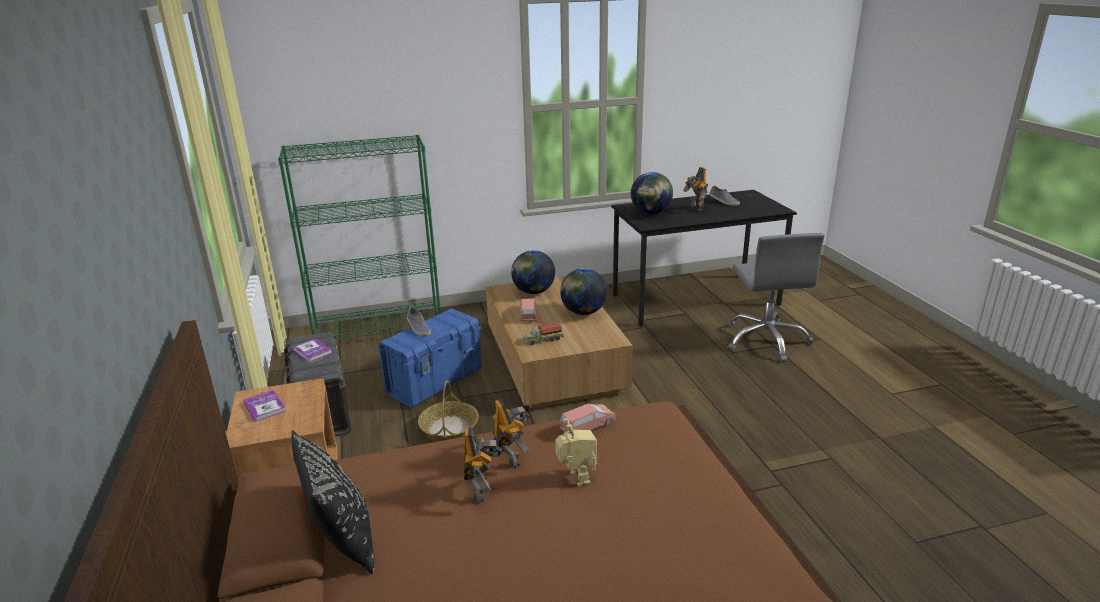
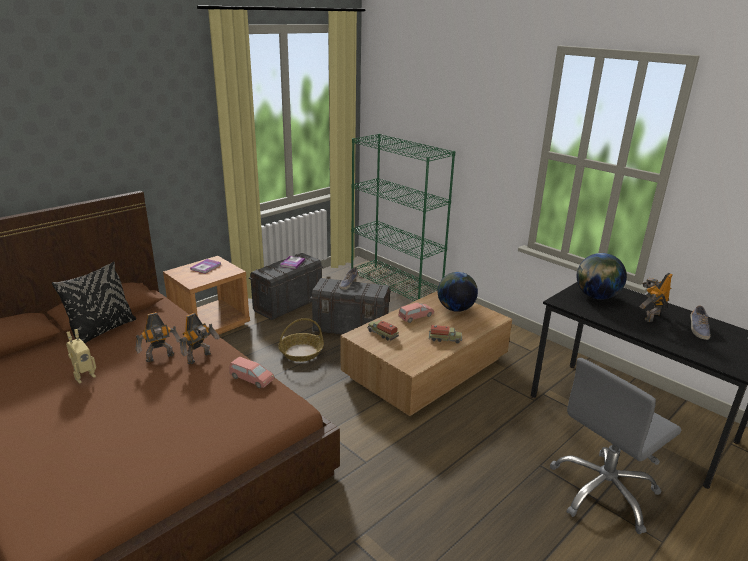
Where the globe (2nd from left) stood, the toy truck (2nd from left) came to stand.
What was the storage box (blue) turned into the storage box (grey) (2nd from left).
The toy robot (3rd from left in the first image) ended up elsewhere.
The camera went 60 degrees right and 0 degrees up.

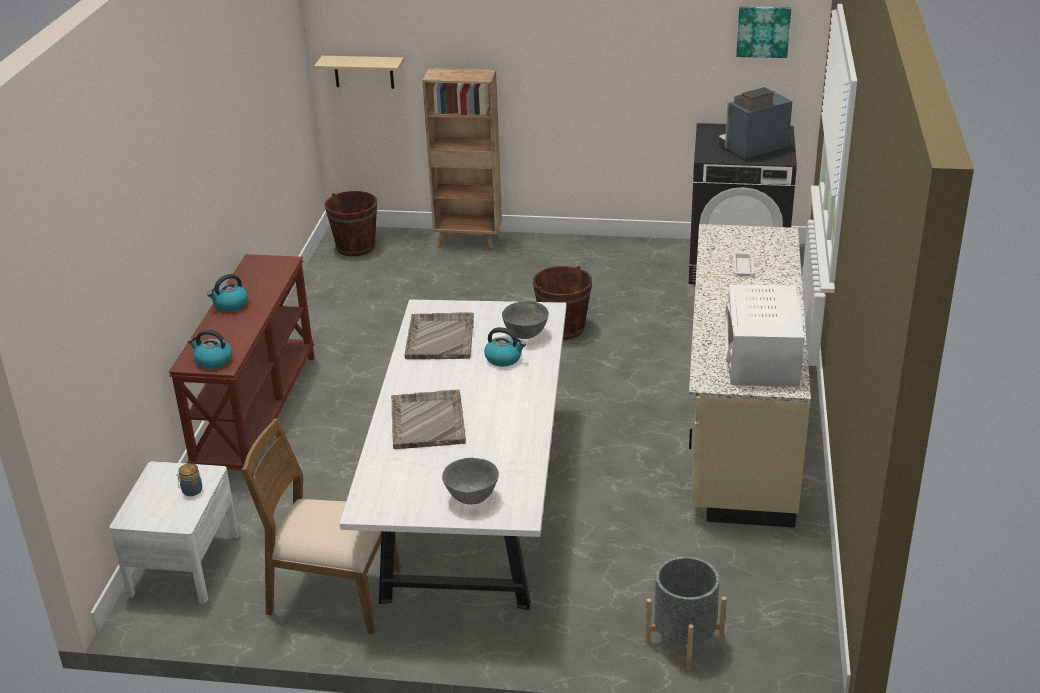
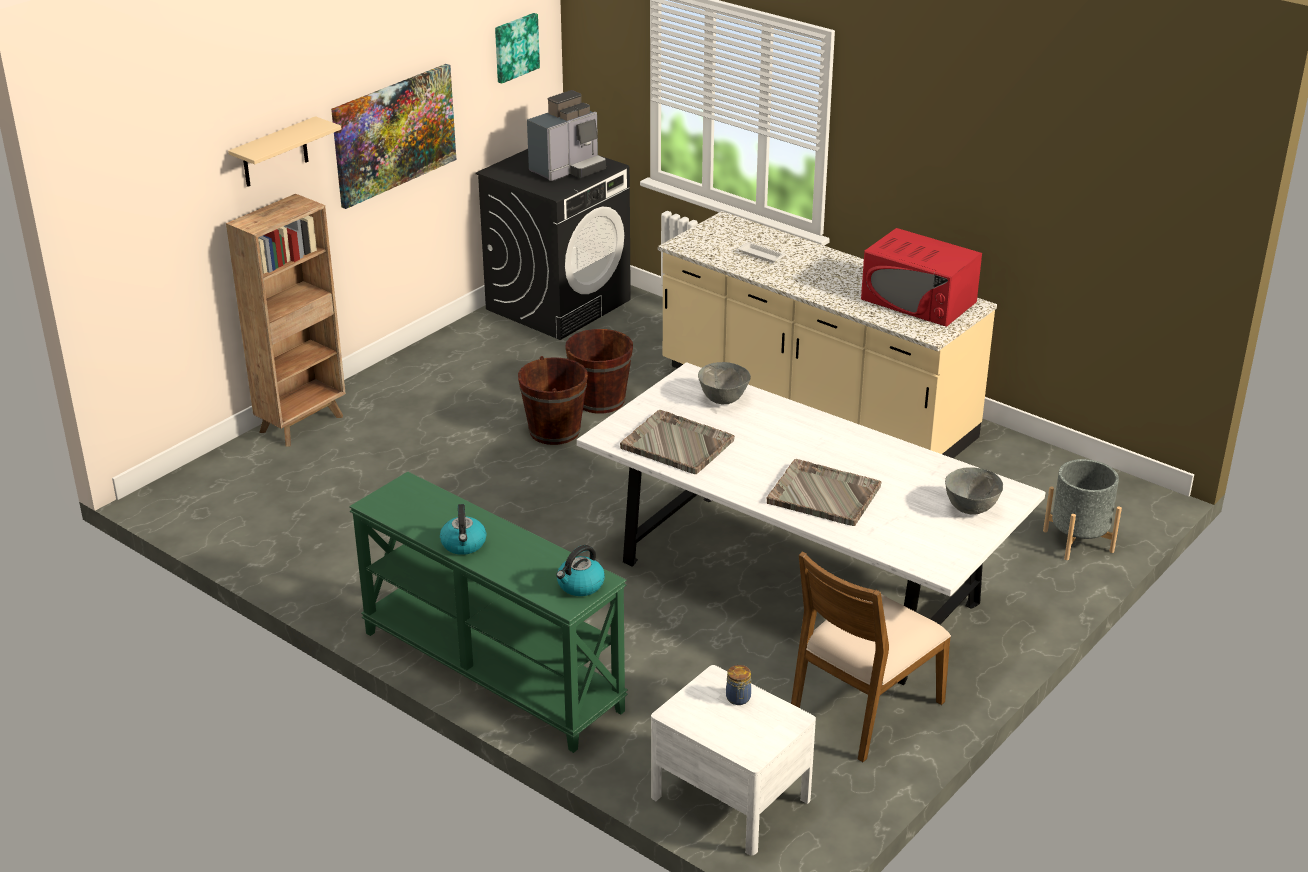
The shelf (beige) ended up elsewhere.
The coffee machine ended up facing another way, 135 degrees counterclockwise from before.
The bucket (brown) (1st from left in the first image) ended up elsewhere.
What was the console table (brown) turned into the console table (green).
What was the microwave (white) turned into the microwave (red).
The second view lost the kettle (3rd from left).
The second view gained the picture (1st from left).
The camera went 60 degrees left and 0 degrees up.

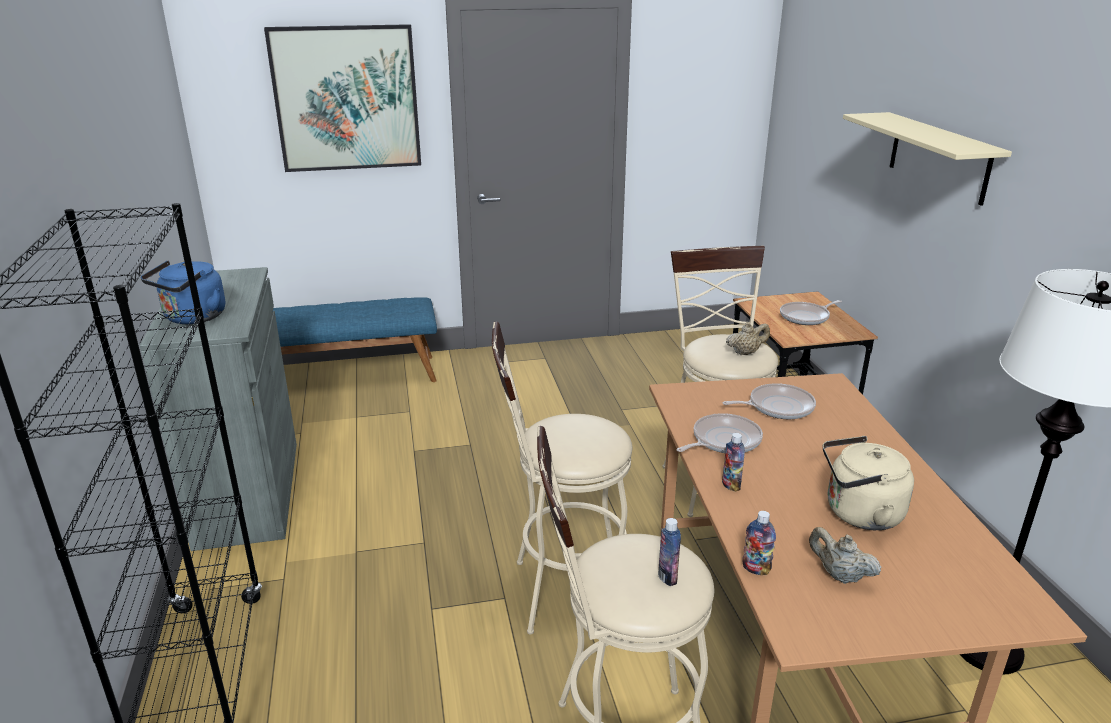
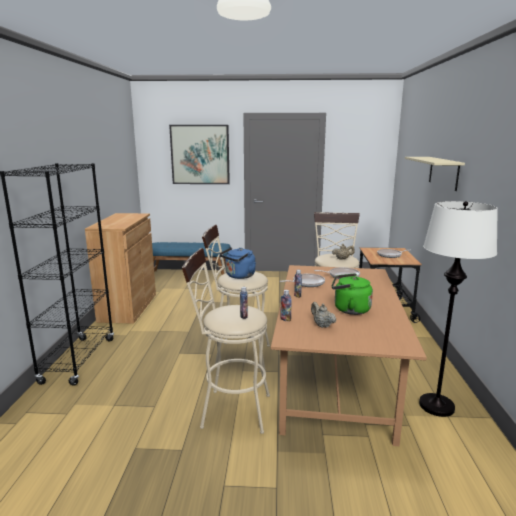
The kettle (blue) ended up elsewhere.
What was the cabinet (grey) turned into the cabinet (brown).
What was the kettle (beige) turned into the kettle (green).
The camera went 15 degrees right and 10 degrees down.

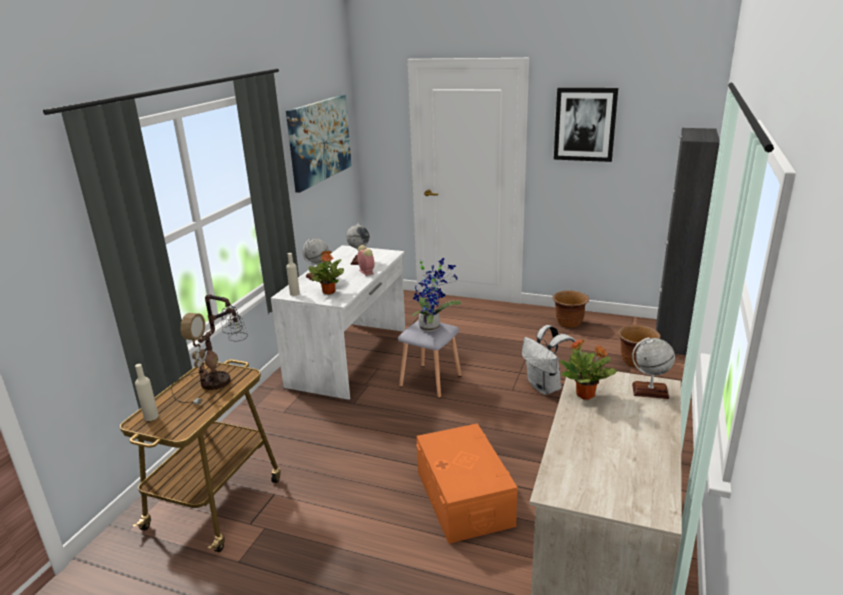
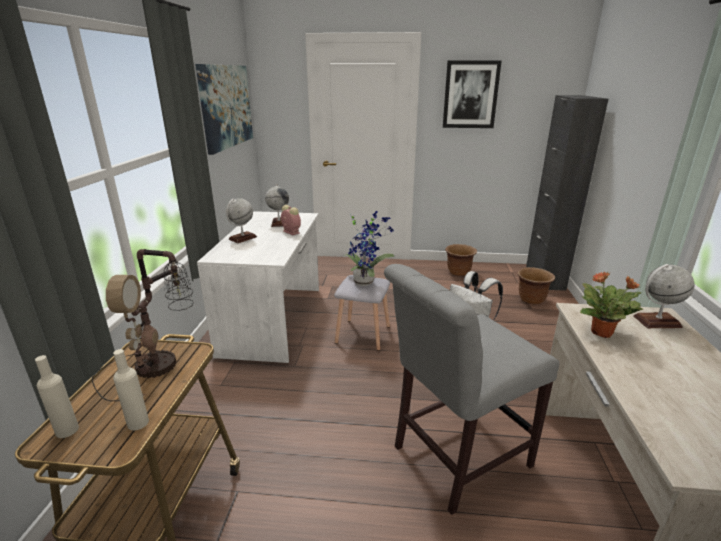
The second view lost the potted plant (1st from left).
The bottle (beige) (2nd from left) ended up elsewhere.
Where the storage box (orange) stood, the chair (grey) came to stand.
The camera went 15 degrees left and 0 degrees up.

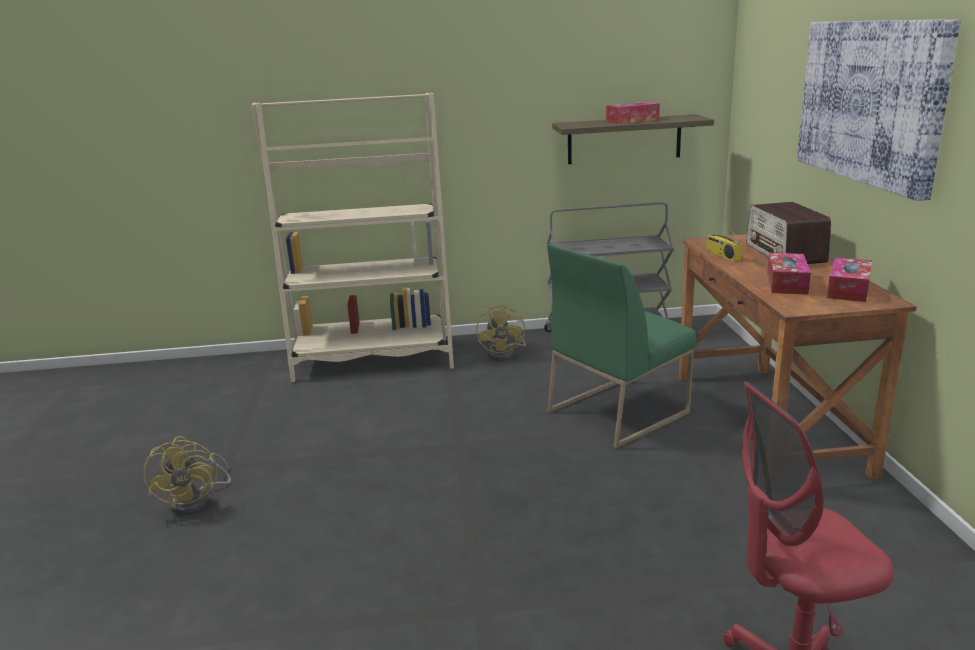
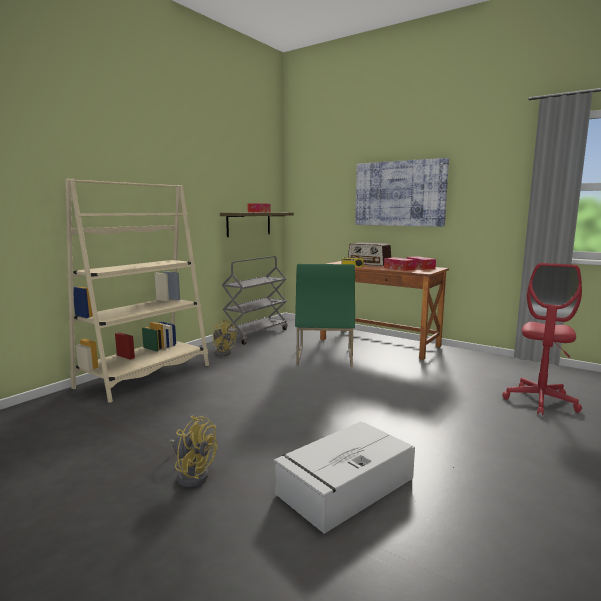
The second view gained the storage box (grey).
The camera went 50 degrees left and 10 degrees down.

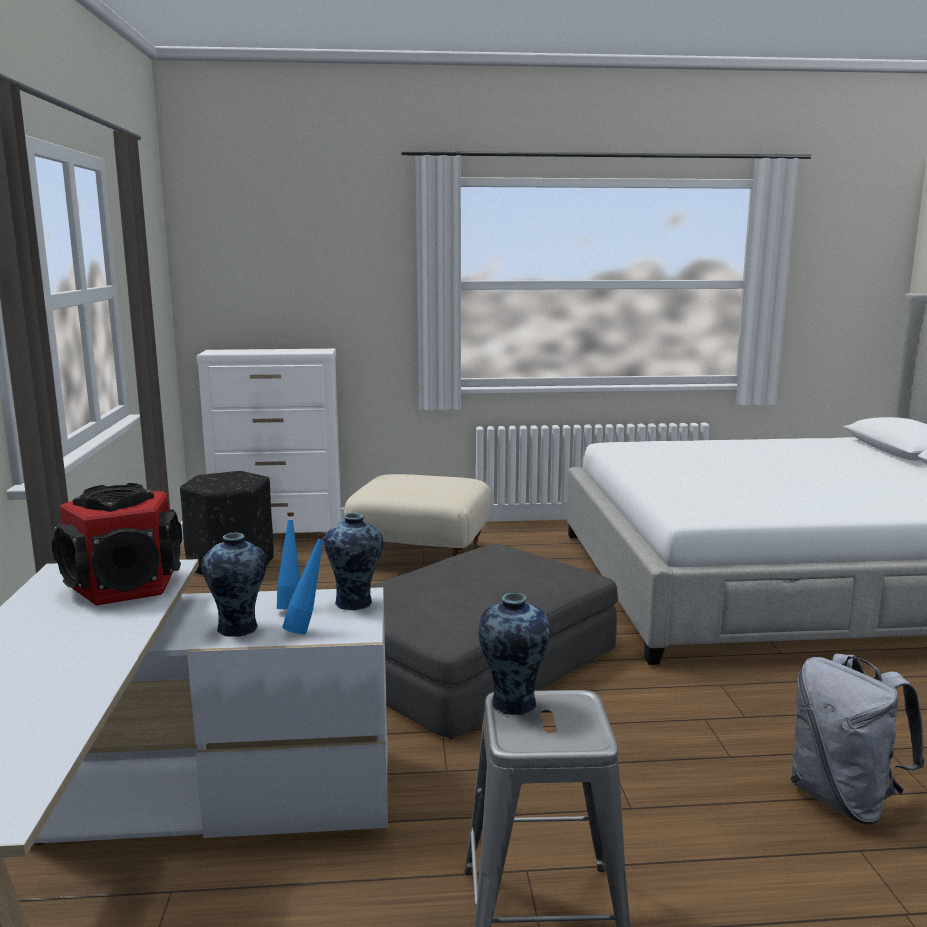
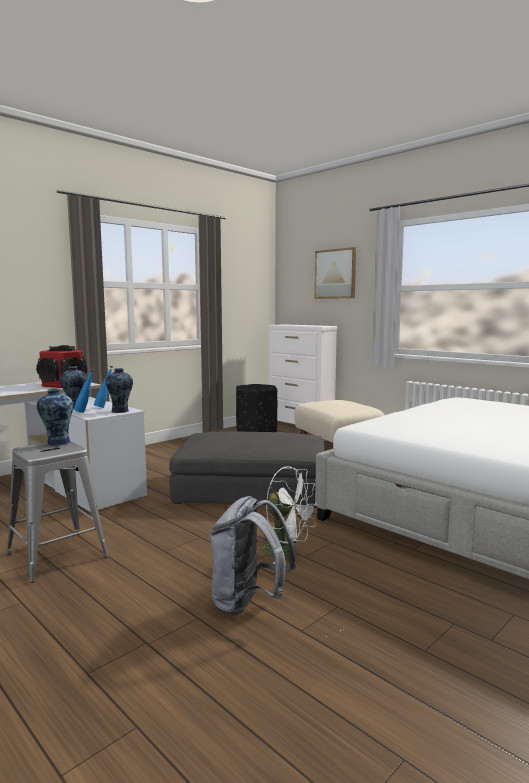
The second view gained the picture.
The second view gained the fan (white).
The camera went 50 degrees right and 5 degrees down.

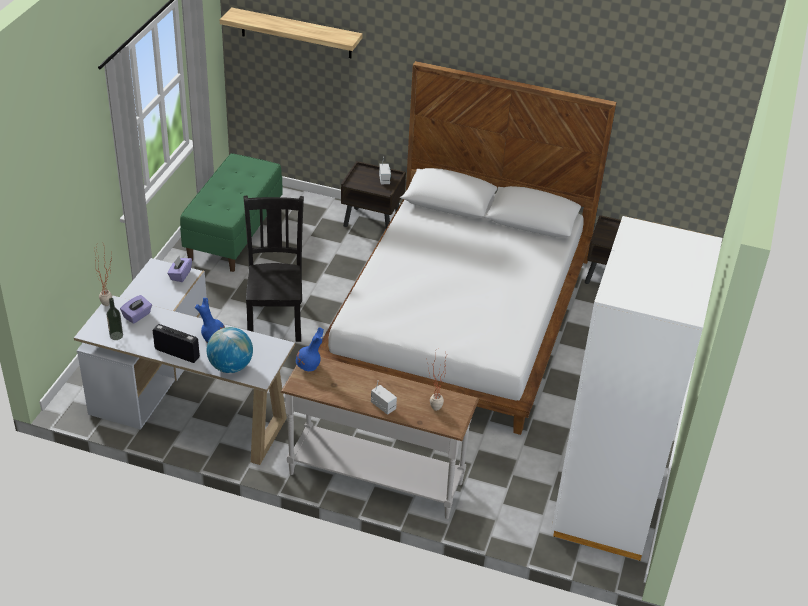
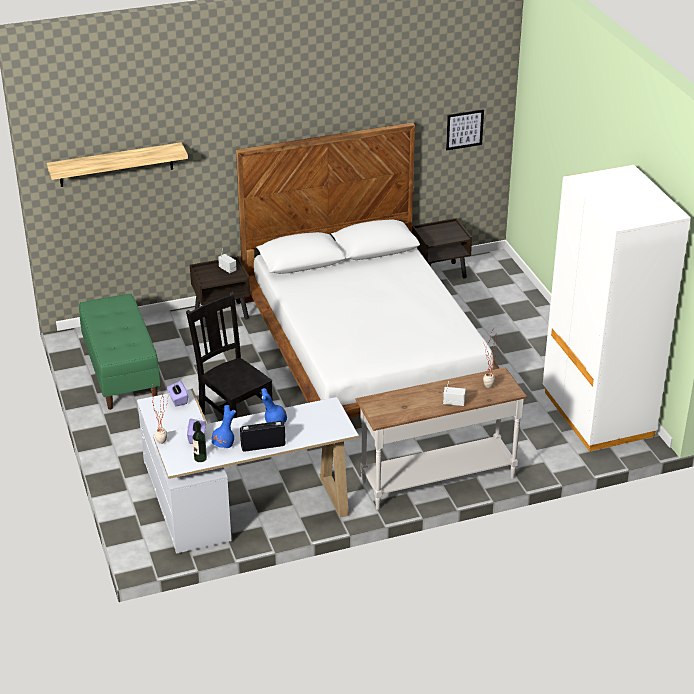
The second view lost the globe.
The vase (blue) (2nd from left in the first image) ended up elsewhere.
The second view gained the picture.
The camera went 35 degrees left and 5 degrees down.

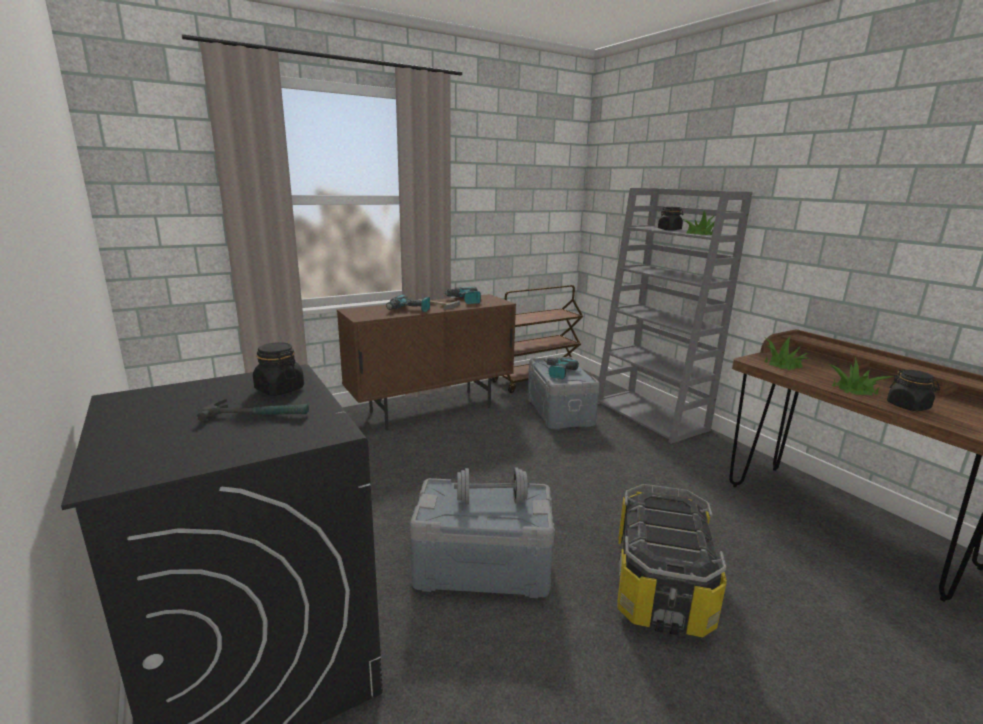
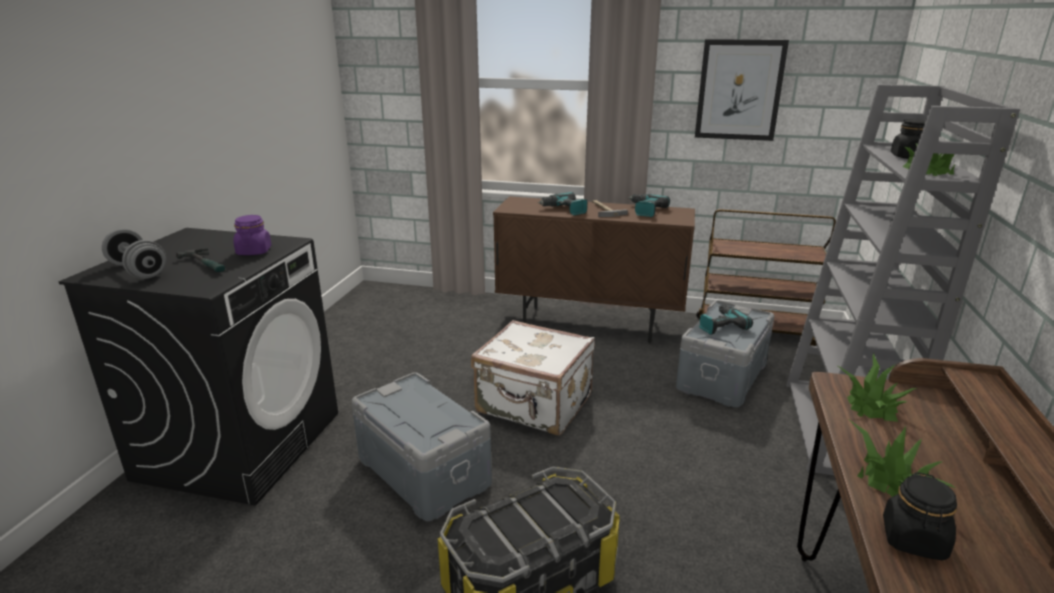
What was the jar (black) (1st from left) turned into the jar (purple).
The dumbbell (grey) ended up elsewhere.
The second view gained the picture.
The second view gained the suitcase (white).
The camera went 45 degrees right and 5 degrees up.

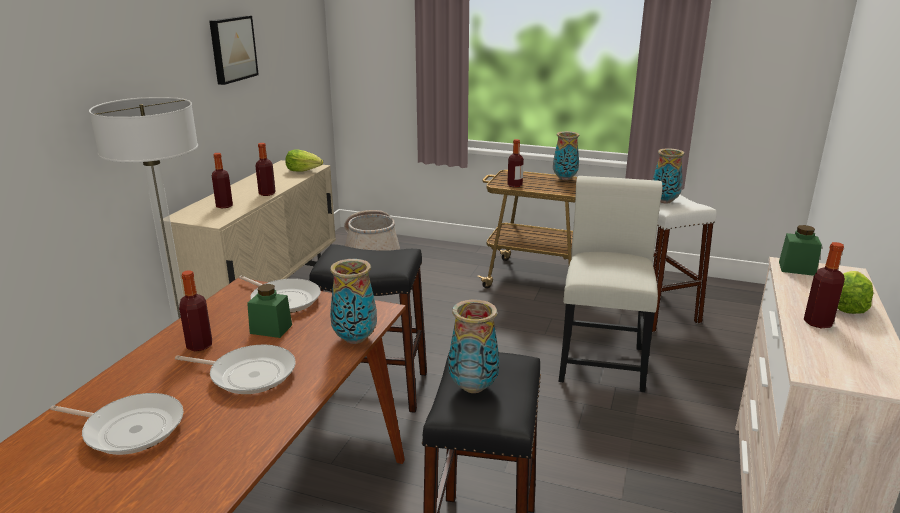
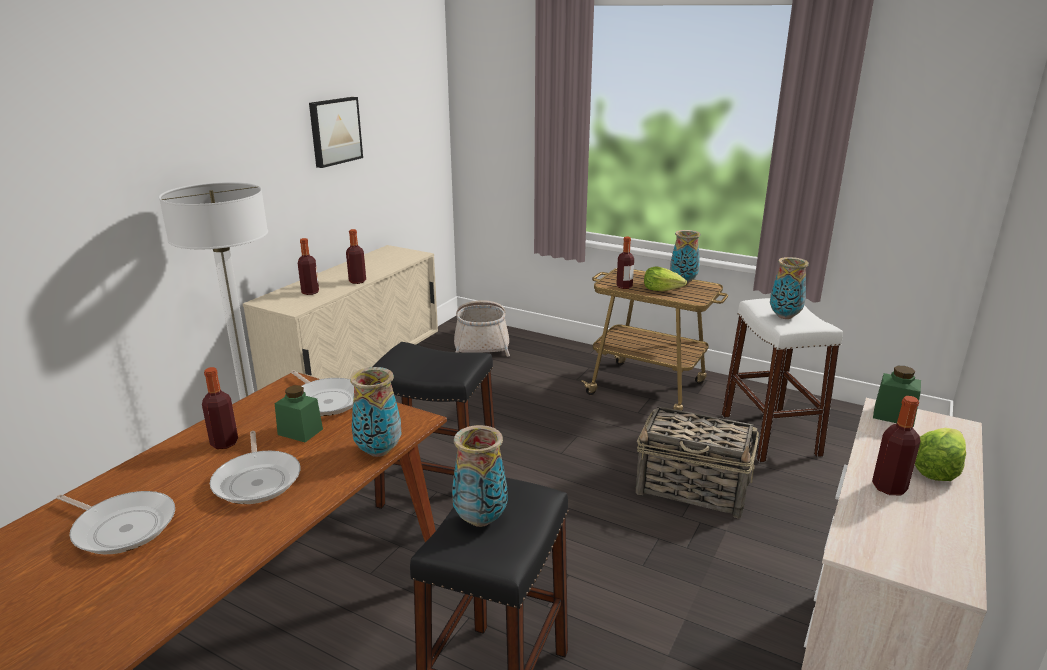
The lettuce (1st from left) ended up elsewhere.
Where the chair (white) stood, the basket (2nd from left) came to stand.
The frying pan (2nd from left) ended up facing another way, 45 degrees clockwise from before.
The camera went 10 degrees right and 0 degrees up.

